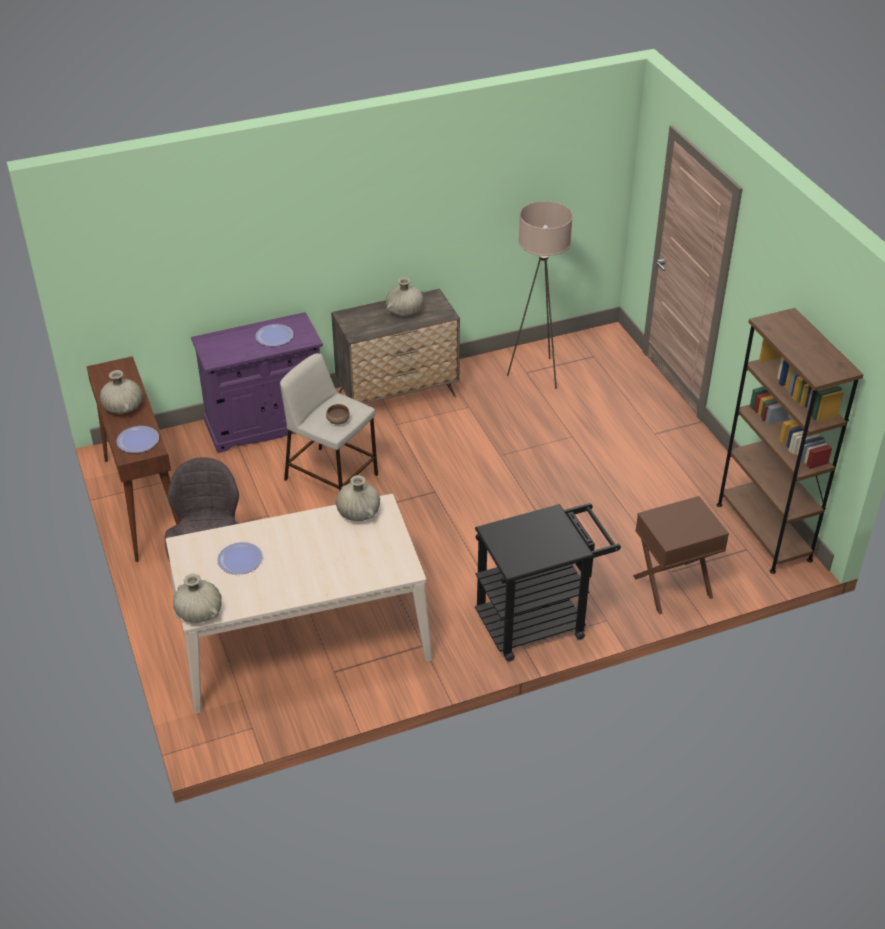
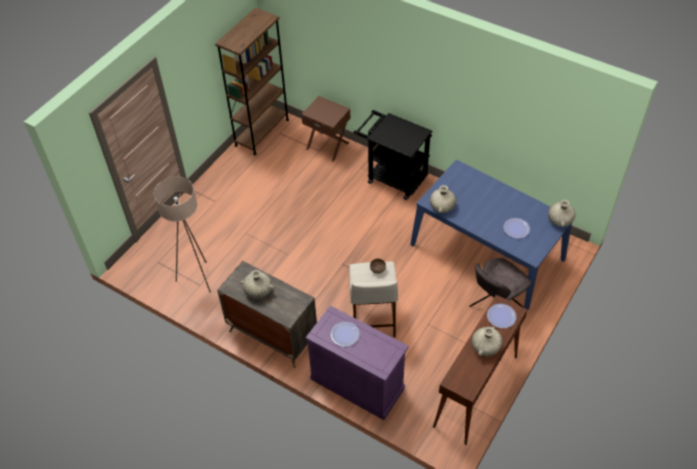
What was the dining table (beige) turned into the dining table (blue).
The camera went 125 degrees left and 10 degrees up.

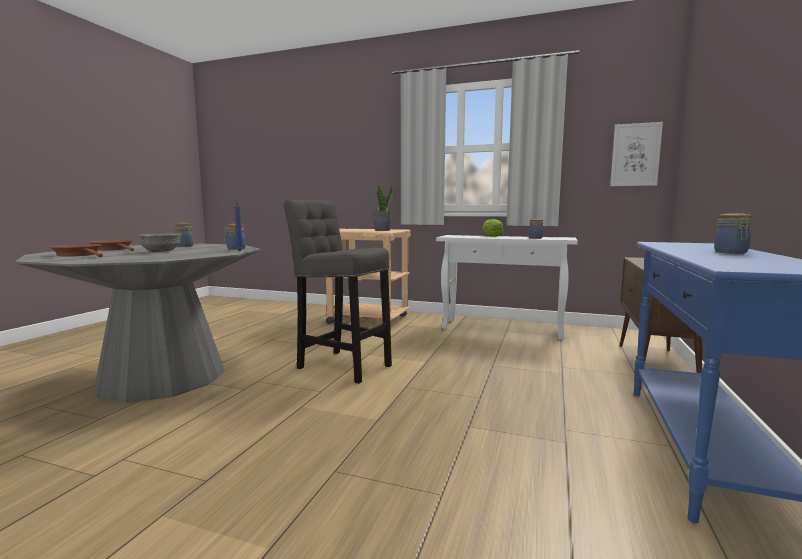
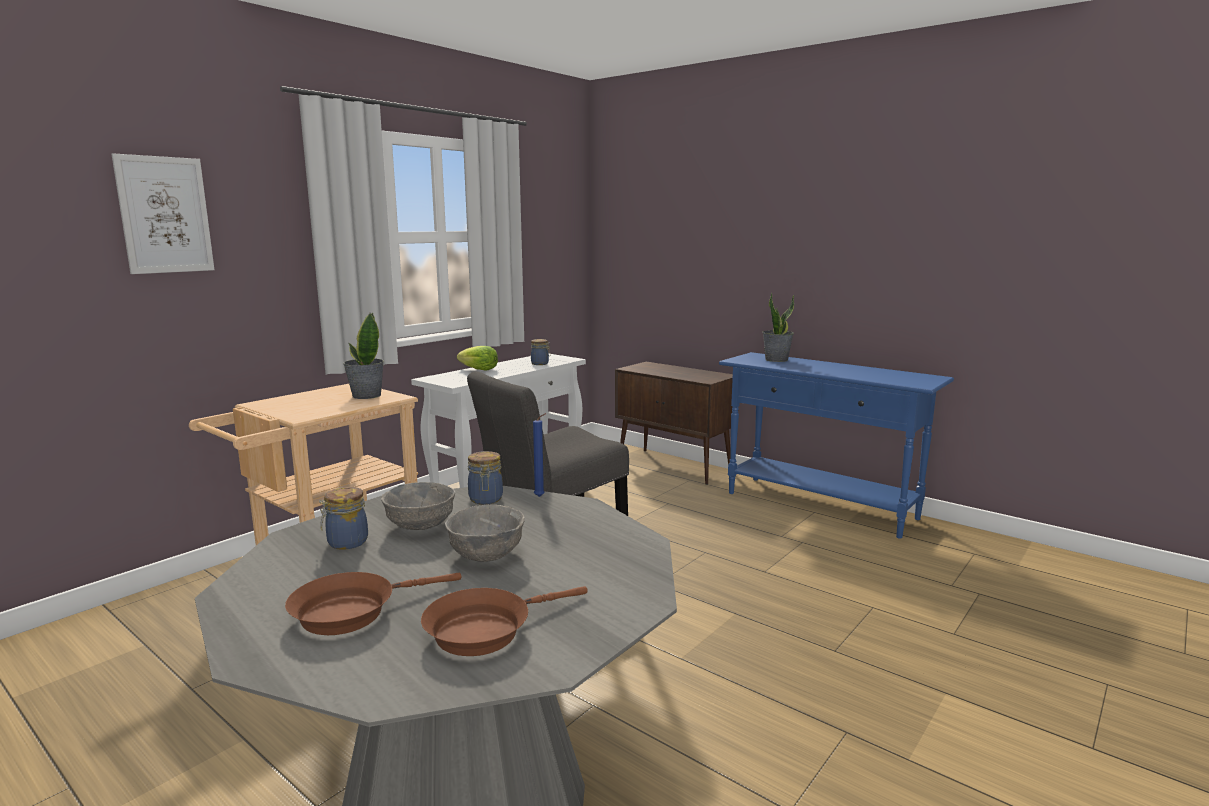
The picture ended up elsewhere.
The second view lost the jar (4th from left).
The second view gained the potted plant (2nd from left).
The second view gained the bowl (grey) (1st from left).
The camera went 70 degrees left and 5 degrees up.

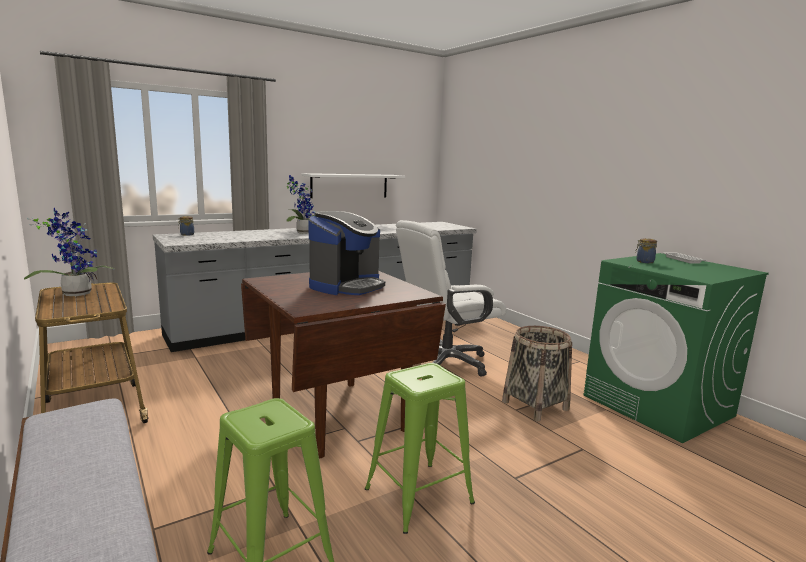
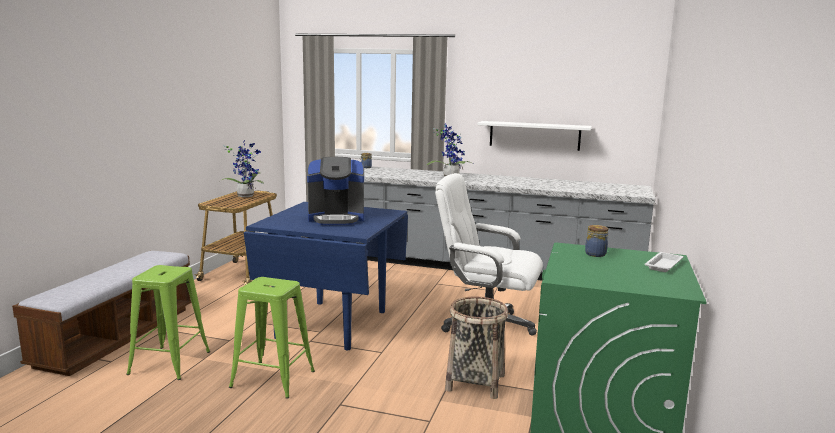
What was the dining table (brown) turned into the dining table (blue).
The camera went 50 degrees right and 0 degrees up.

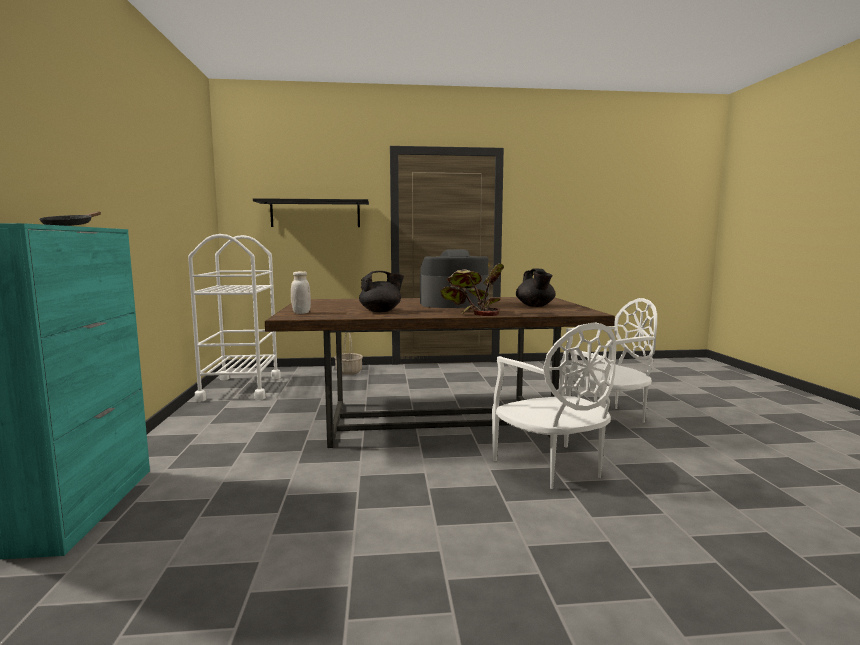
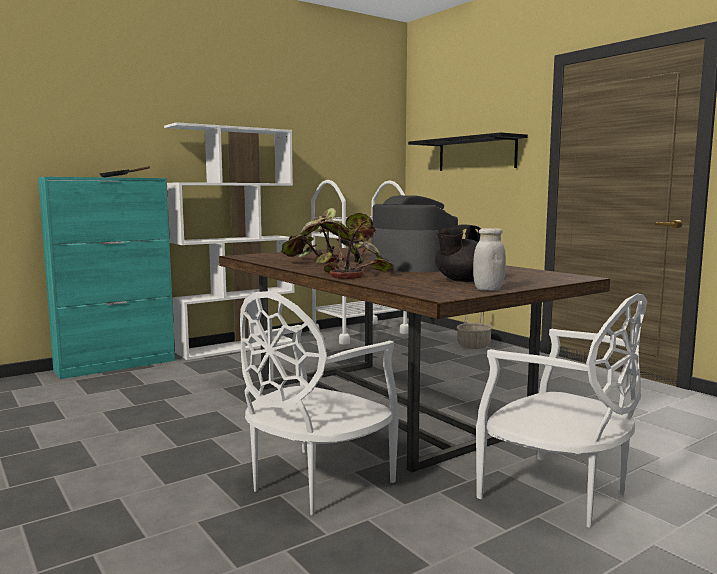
The jar (white) ended up elsewhere.
Where the teapot (black) (1st from left) stood, the potted plant (1st from left) came to stand.
The second view gained the bookcase (white).
The camera went 60 degrees right and 0 degrees up.

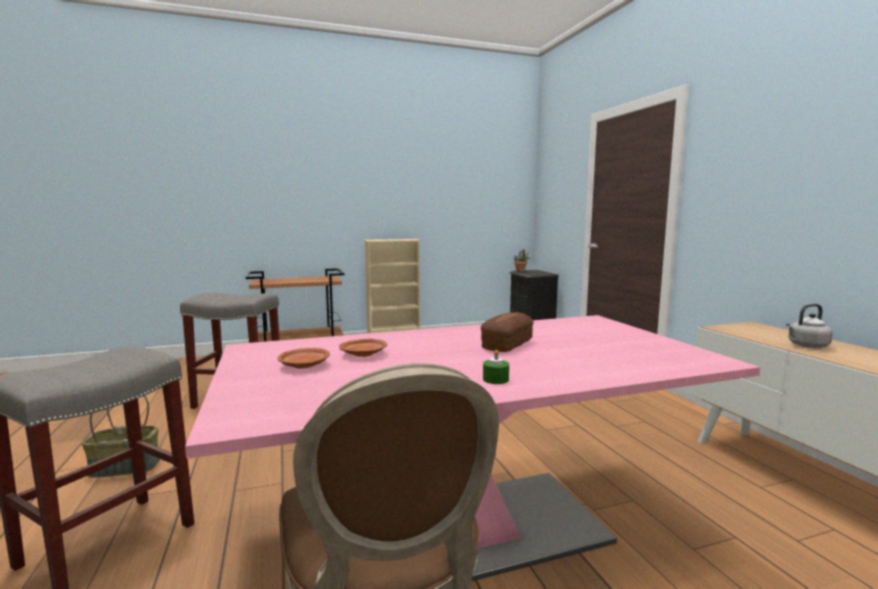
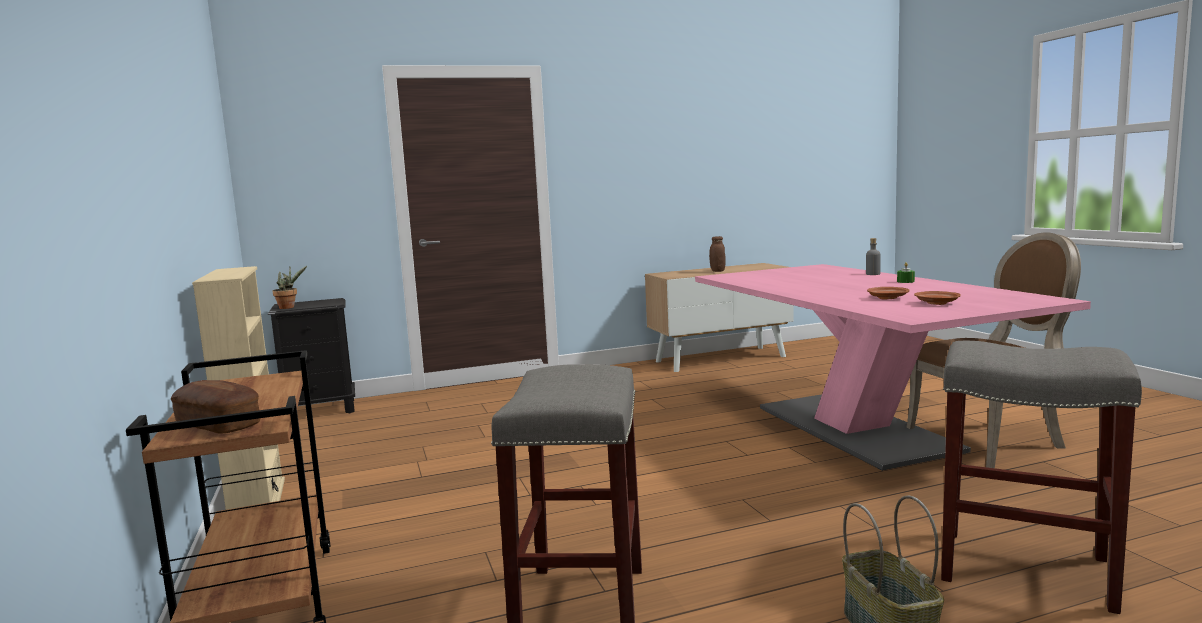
Where the kettle (grey) stood, the jar (brown) came to stand.
The bread ended up elsewhere.
The second view gained the bottle (grey).
The camera went 90 degrees left and 0 degrees up.

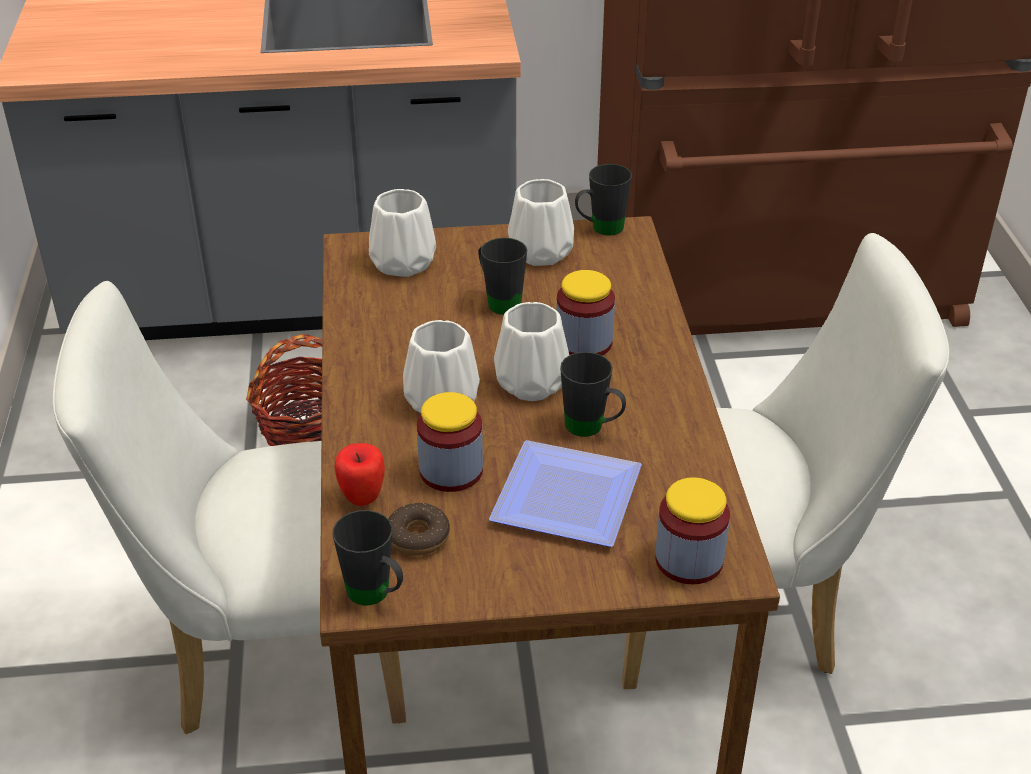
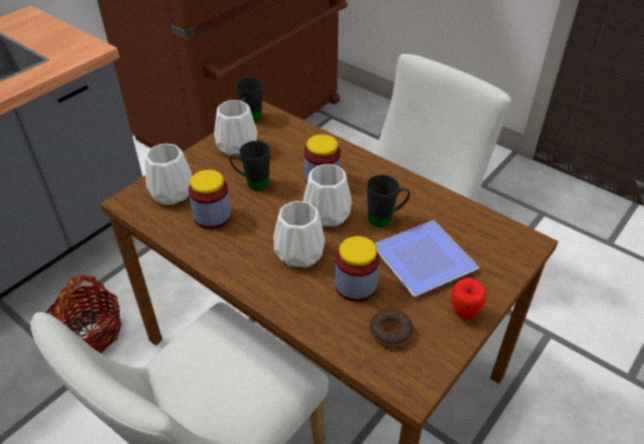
The apple ended up elsewhere.
The jar (3rd from left in the first image) ended up elsewhere.
The second view lost the mug (black) (1st from left).
The camera went 45 degrees left and 5 degrees up.

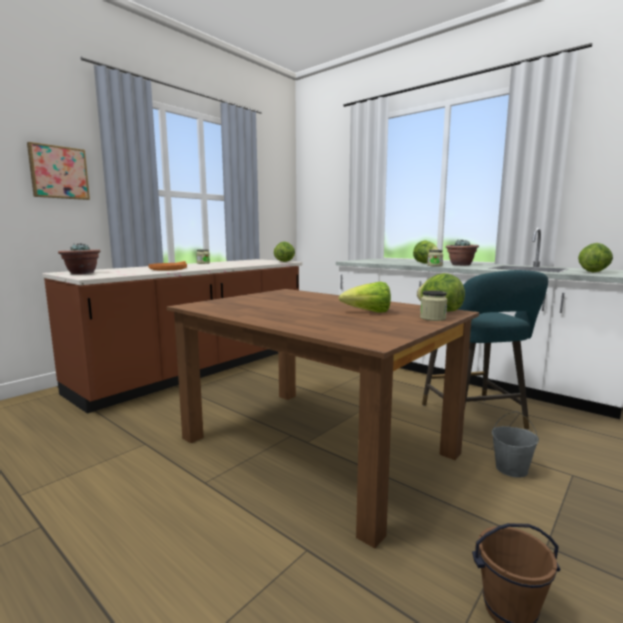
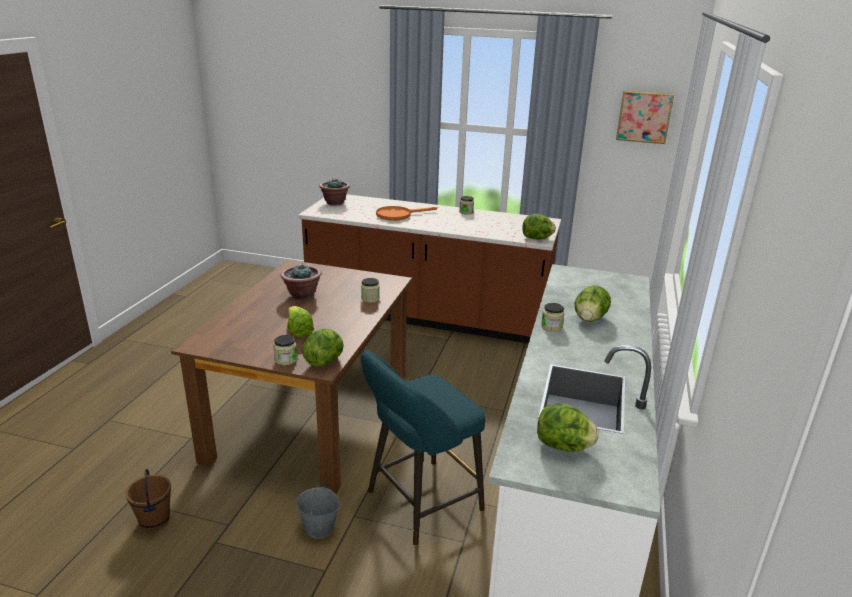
The picture ended up elsewhere.
The potted plant (2nd from left in the first image) ended up elsewhere.
The second view gained the jar (2nd from left).
The camera went 65 degrees right and 15 degrees up.

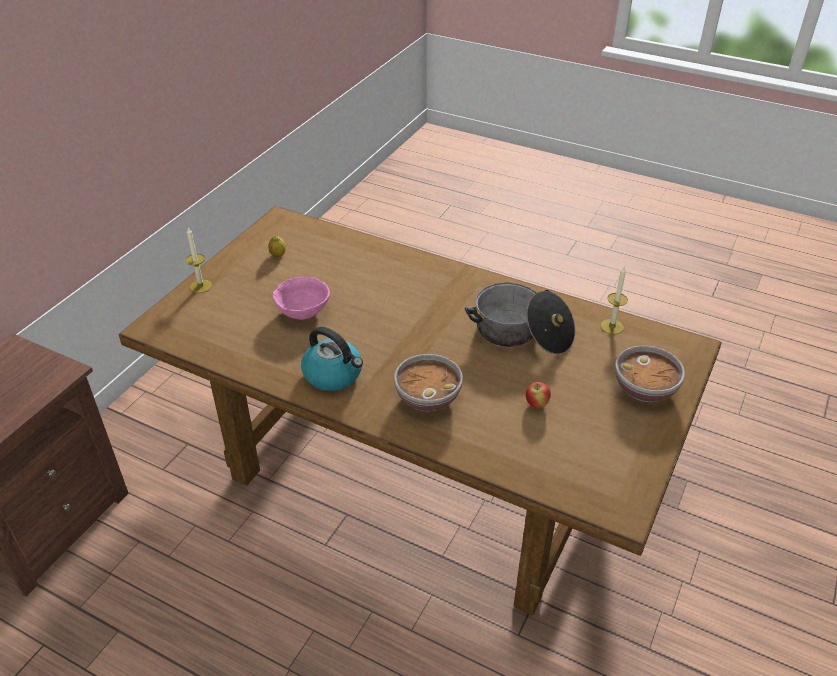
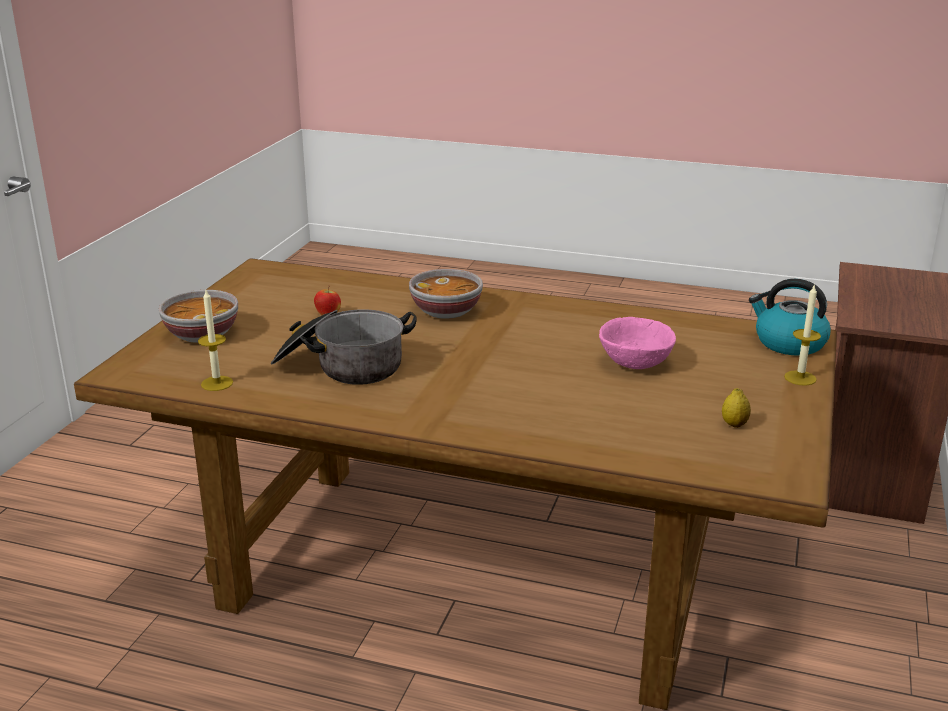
The kettle ended up elsewhere.
The camera went 170 degrees right and 15 degrees down.

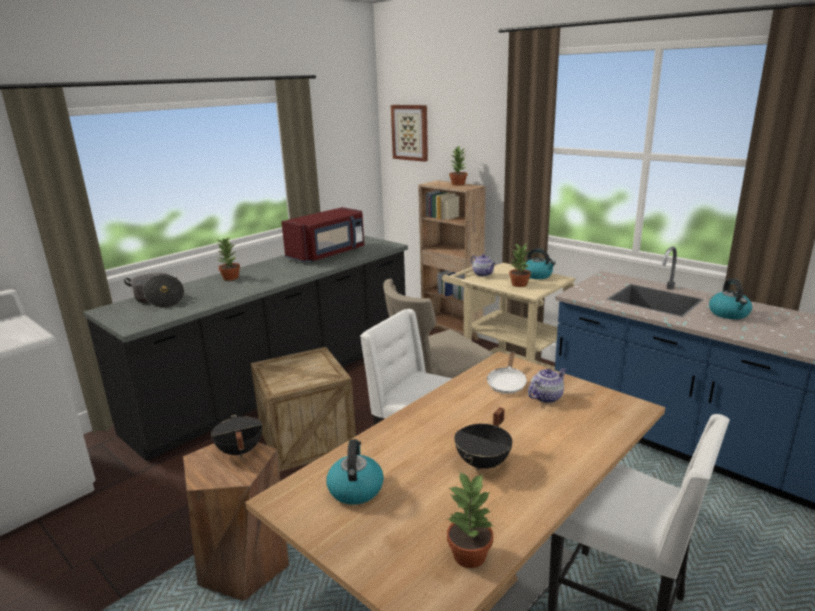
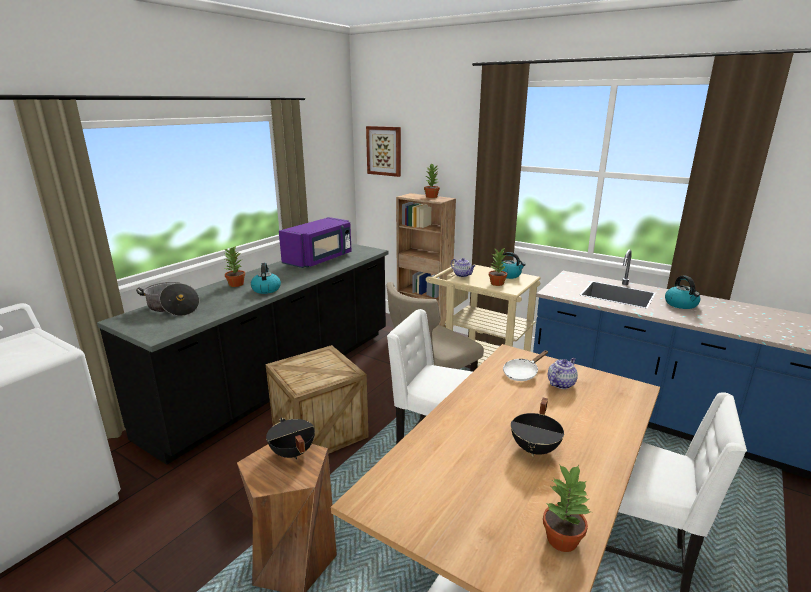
What was the microwave (red) turned into the microwave (purple).
The frying pan (white) ended up facing another way, 45 degrees clockwise from before.
The kettle (1st from left) ended up elsewhere.
The camera went 10 degrees left and 0 degrees up.

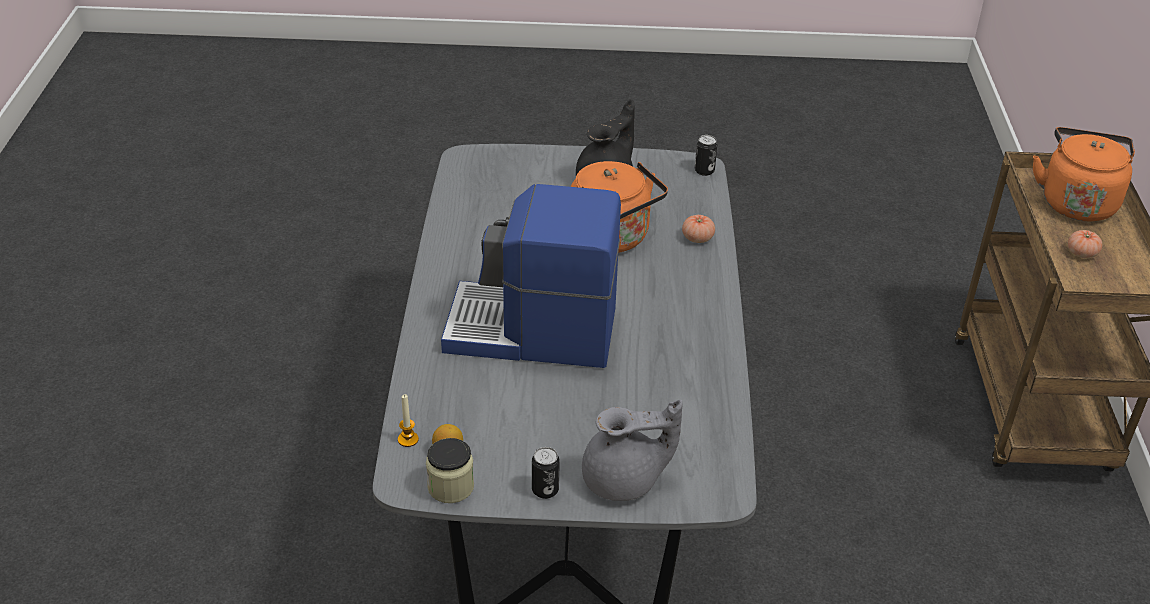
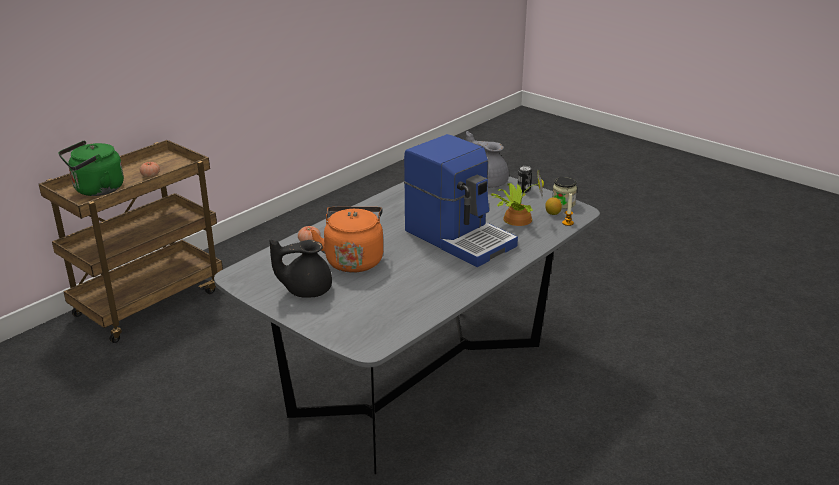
What was the kettle (orange) (2nd from left) turned into the kettle (green).
The second view lost the can (2nd from left).
The second view gained the potted plant.
The camera went 140 degrees left and 10 degrees down.

